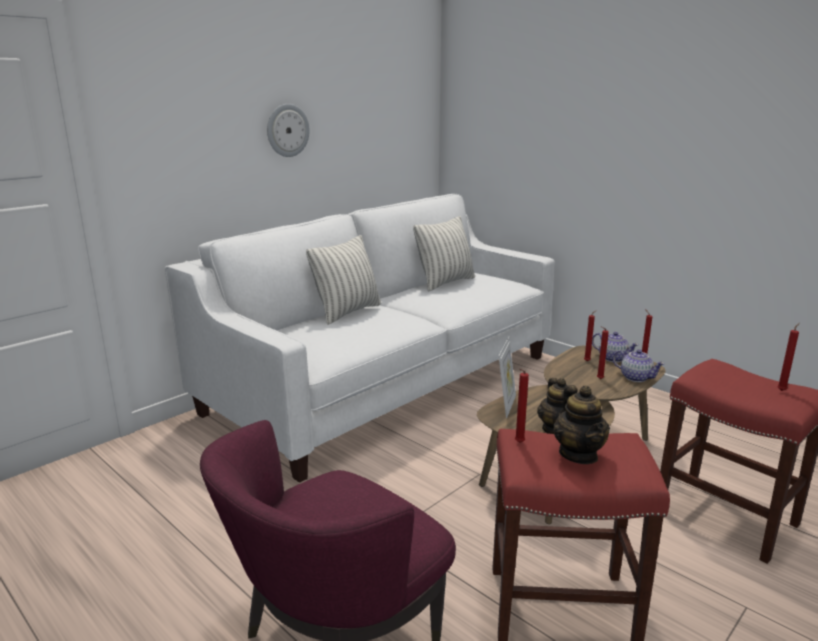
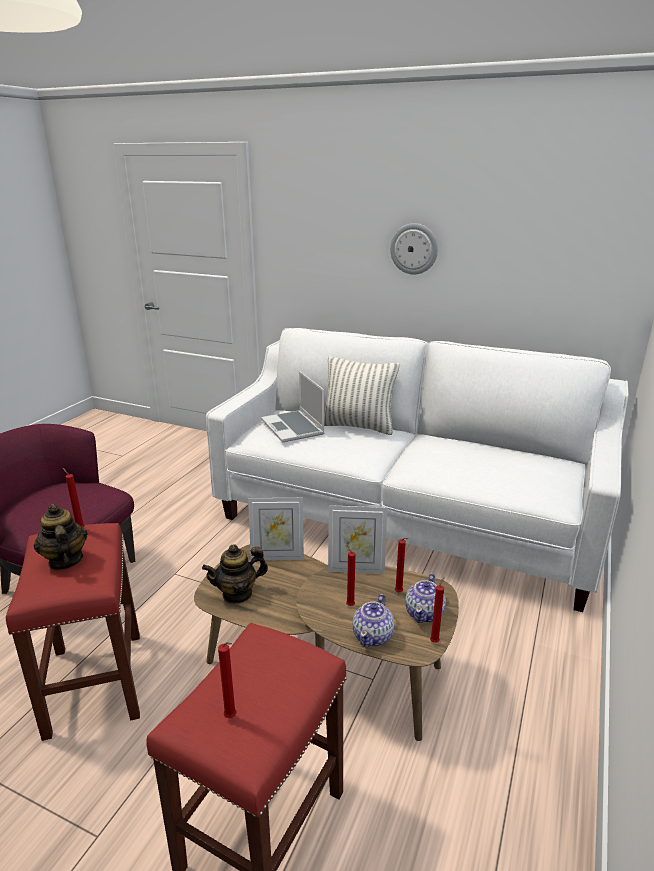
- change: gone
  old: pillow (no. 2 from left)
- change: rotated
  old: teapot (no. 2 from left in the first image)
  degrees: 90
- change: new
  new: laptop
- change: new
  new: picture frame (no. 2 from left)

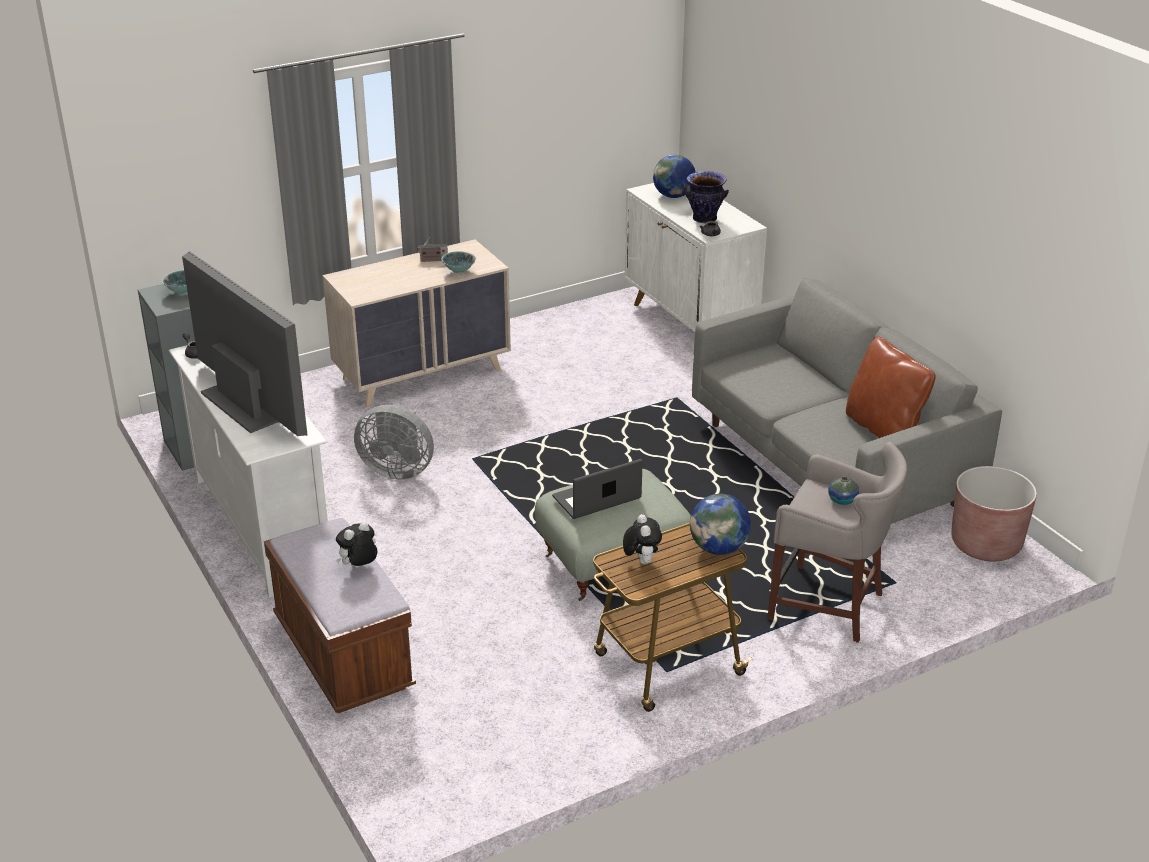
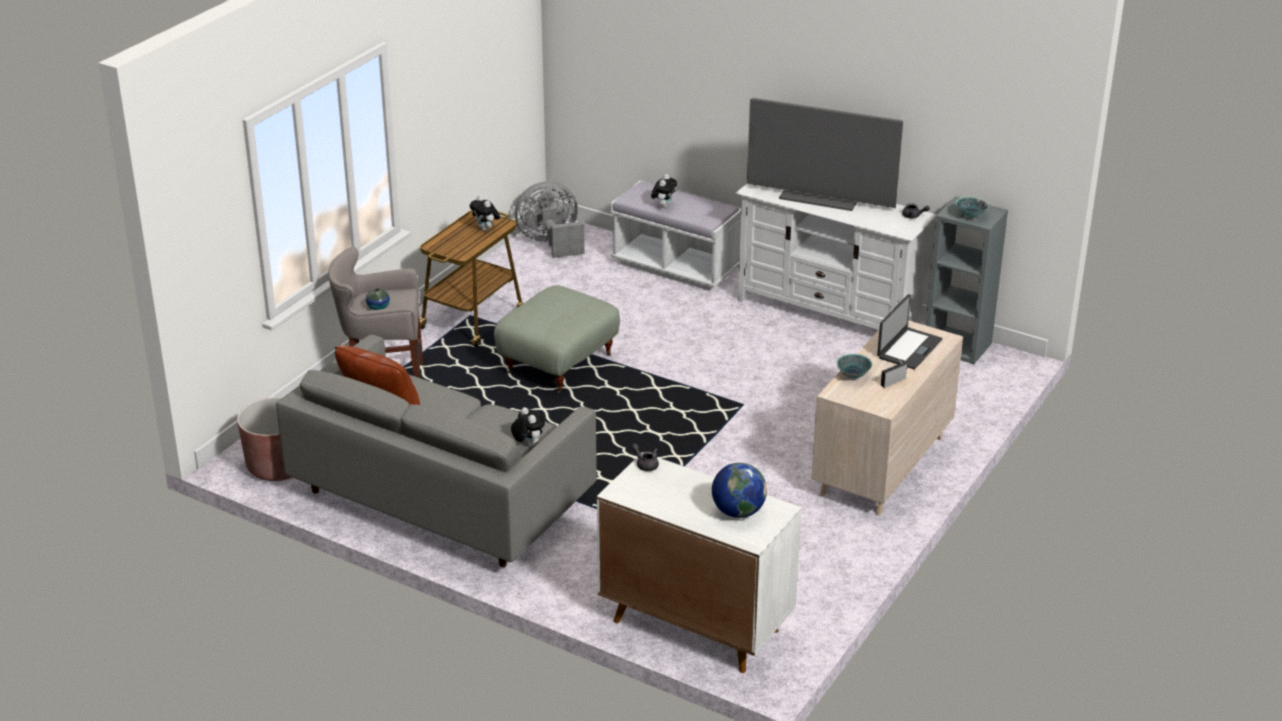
- change: repainted
  old: brown bench
  new: white bench
- change: shifted
  old: grey fan
- change: shifted
  old: laptop
- change: gone
  old: vase (no. 1 from left)
- change: gone
  old: globe (no. 2 from left)
- change: new
  new: plush toy (no. 2 from left)

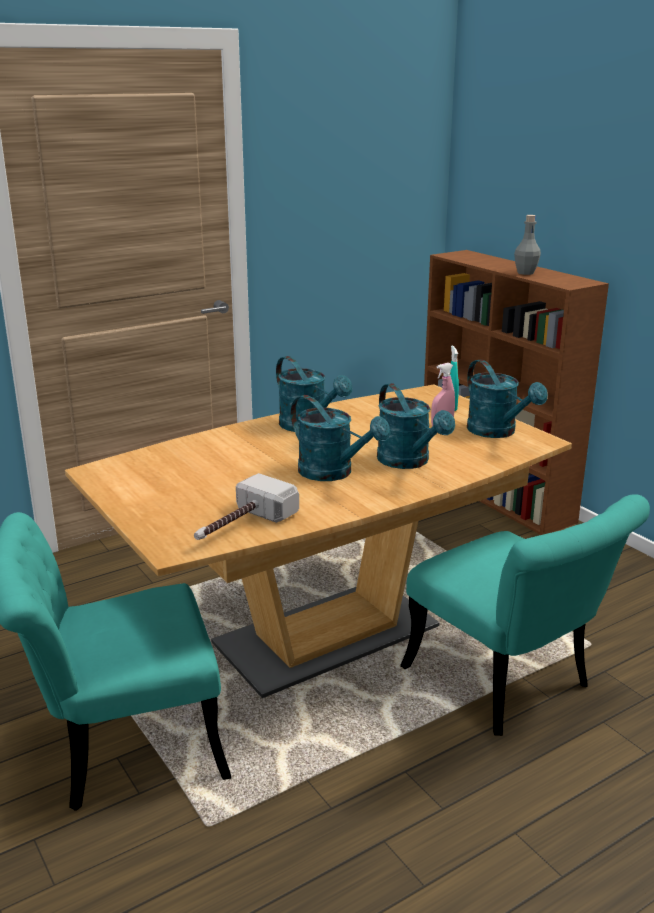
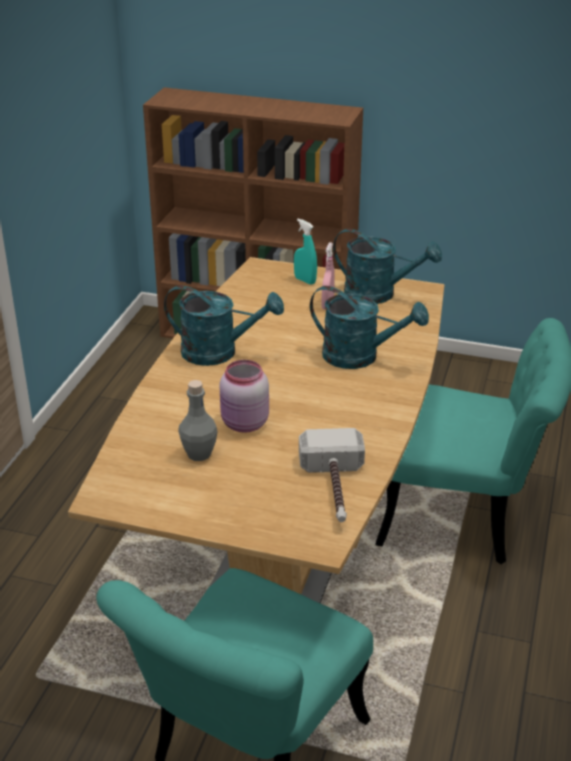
- change: gone
  old: turquoise watering can (no. 2 from left)
- change: shifted
  old: grey bottle
- change: new
  new: pink jar

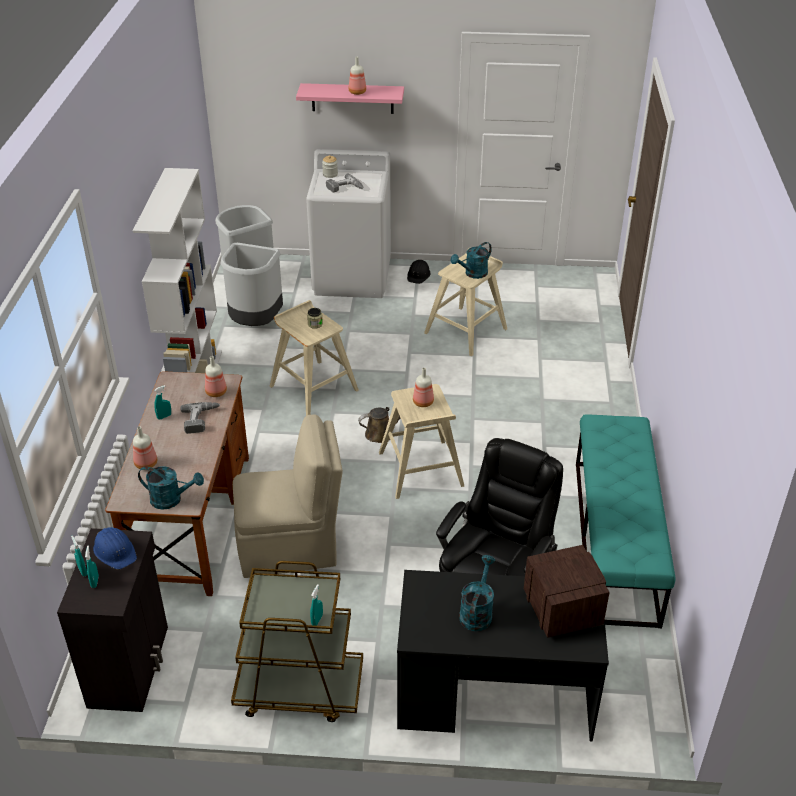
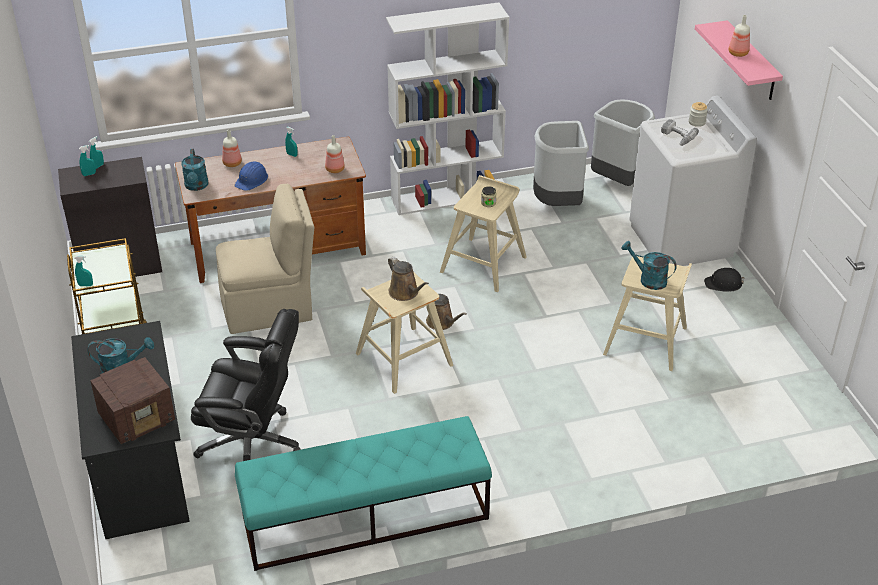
- change: shifted
  old: blue hard hat
- change: gone
  old: power drill (no. 1 from left)
- change: rotated
  old: beige chair
  degrees: -75
- change: swapped
  old: bottle (no. 4 from left)
  new: brown watering can (no. 1 from left)

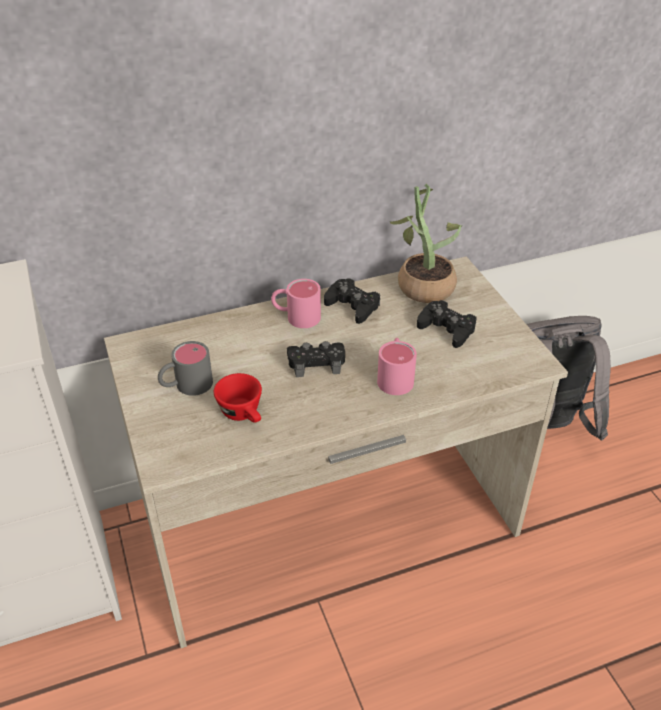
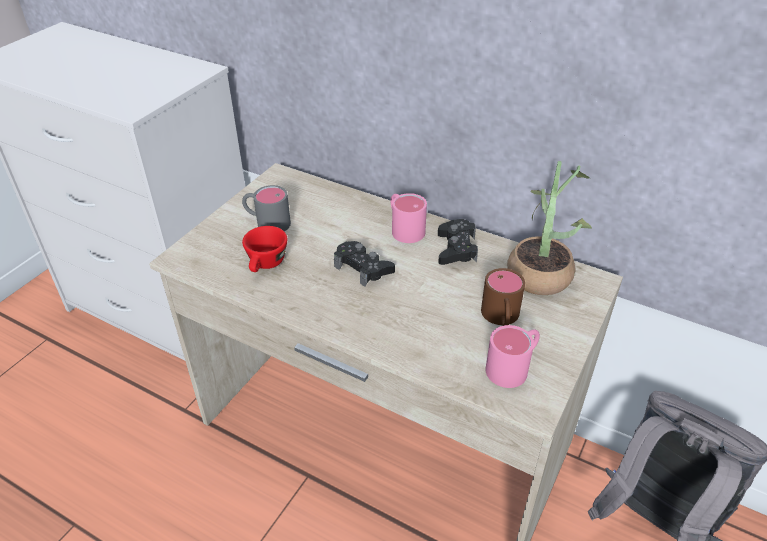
- change: shifted
  old: pink mug (no. 2 from left)
- change: swapped
  old: black game controller (no. 3 from left)
  new: brown mug

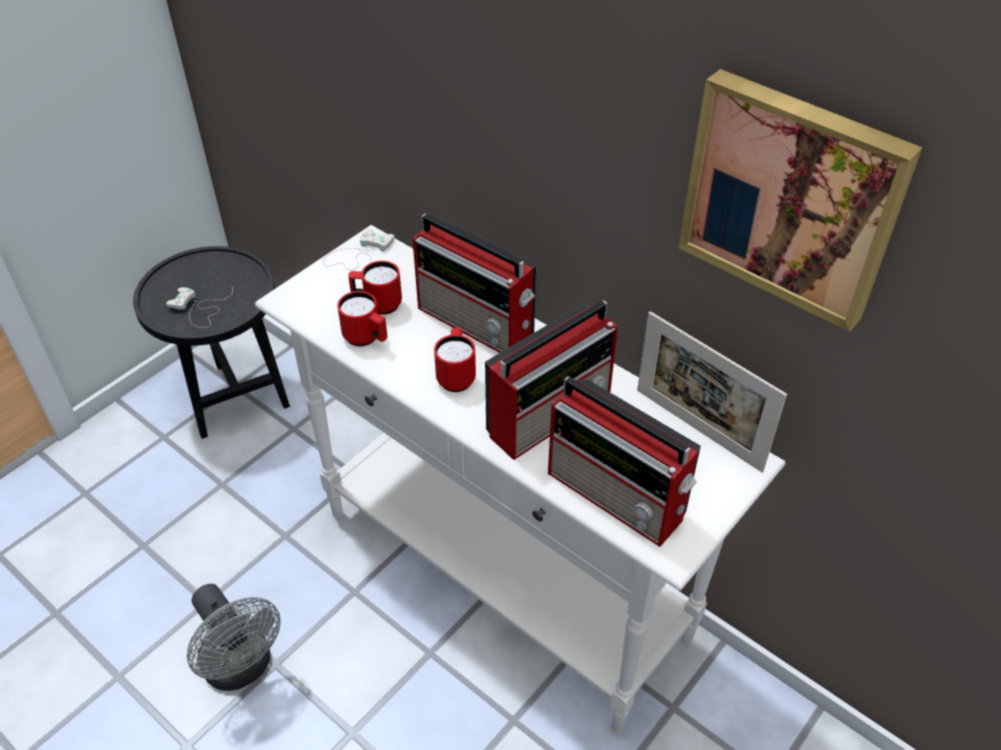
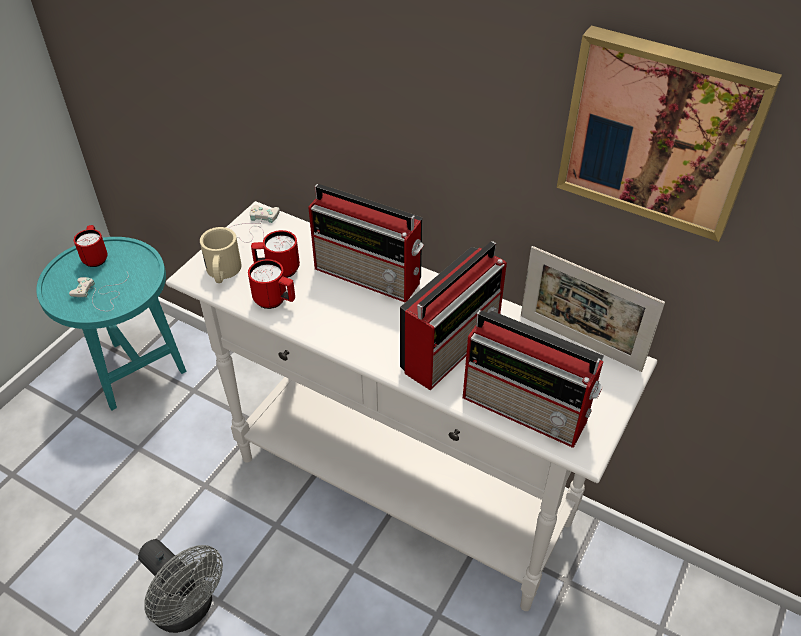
- change: repainted
  old: black side table
  new: turquoise side table
- change: shifted
  old: red mug (no. 3 from left in the first image)
  new: red mug (no. 1 from left)
- change: new
  new: beige mug

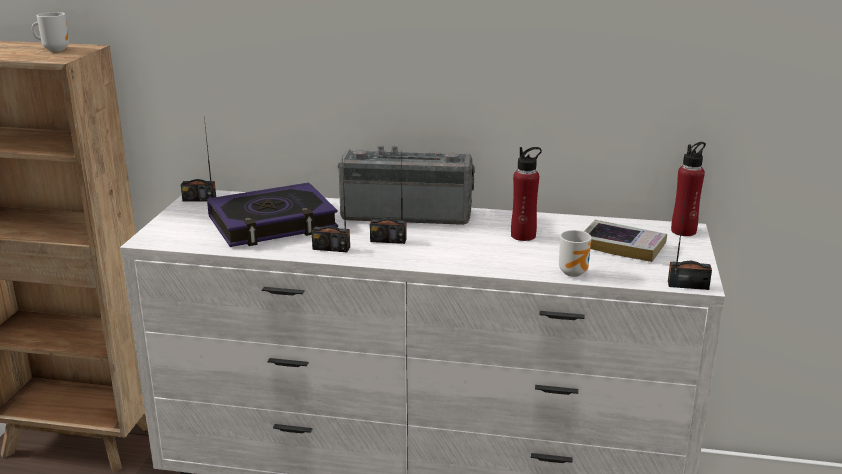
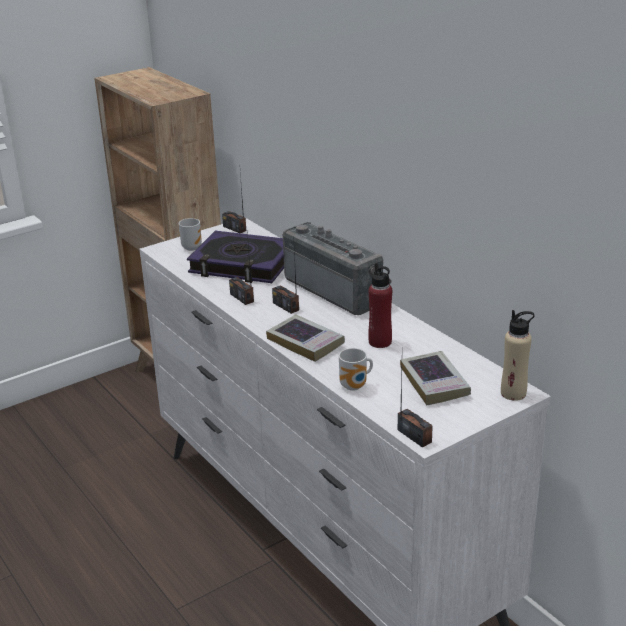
- change: shifted
  old: mug (no. 1 from left)
- change: repainted
  old: red bottle (no. 2 from left)
  new: beige bottle
- change: new
  new: book (no. 2 from left)

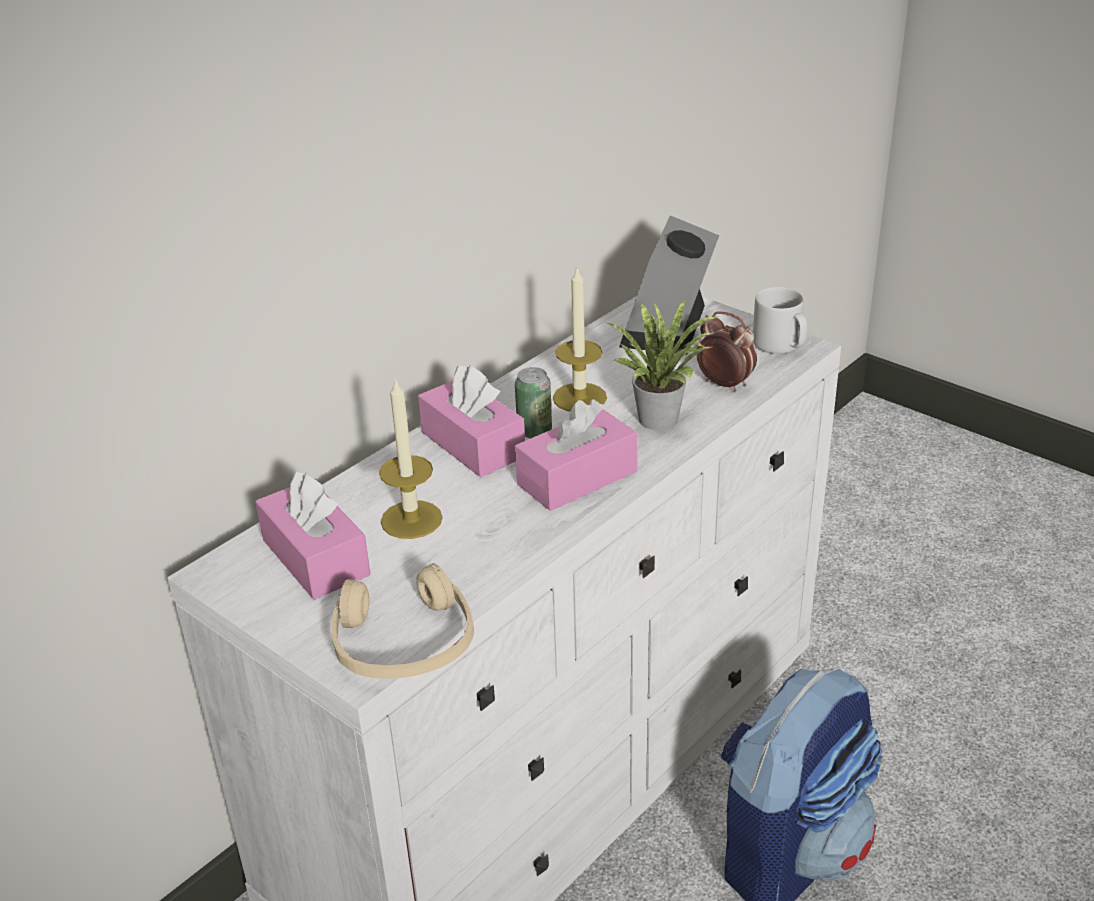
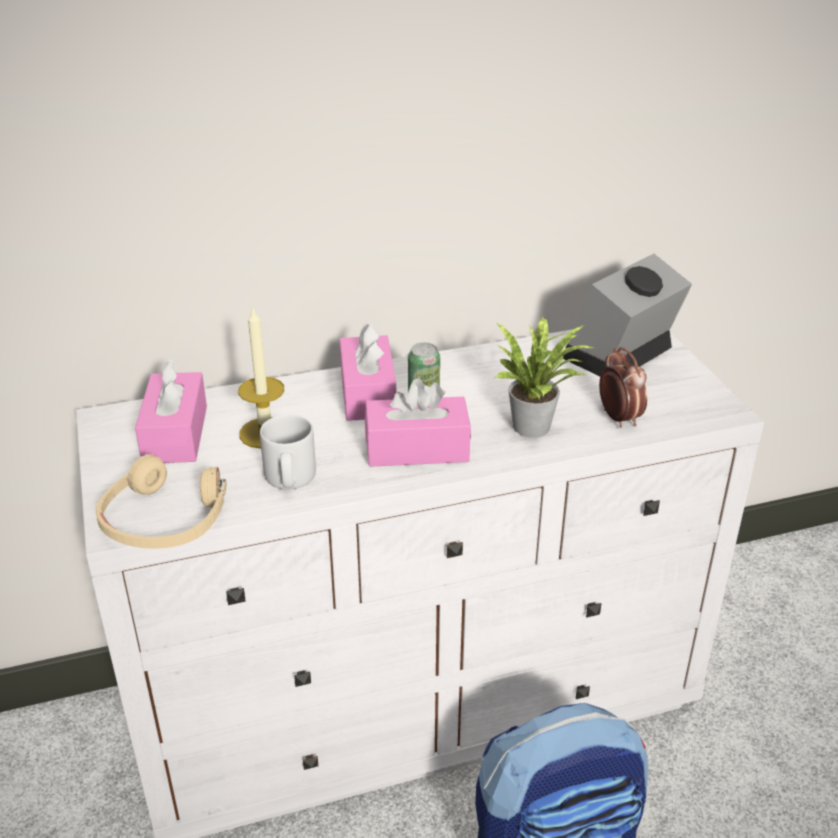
- change: gone
  old: candle (no. 2 from left)
- change: shifted
  old: grey mug

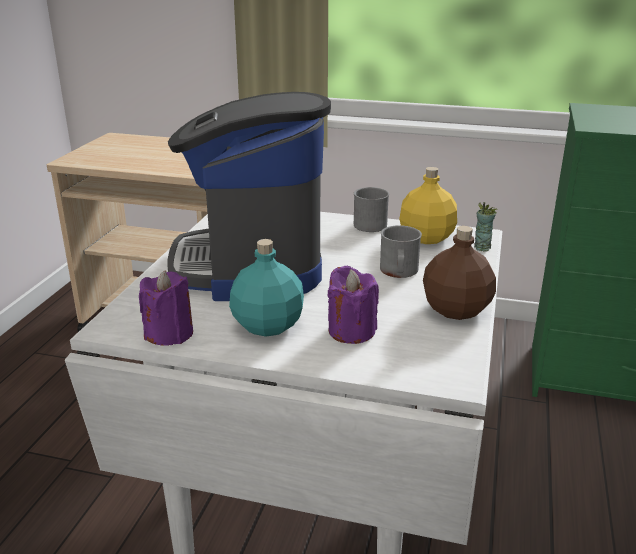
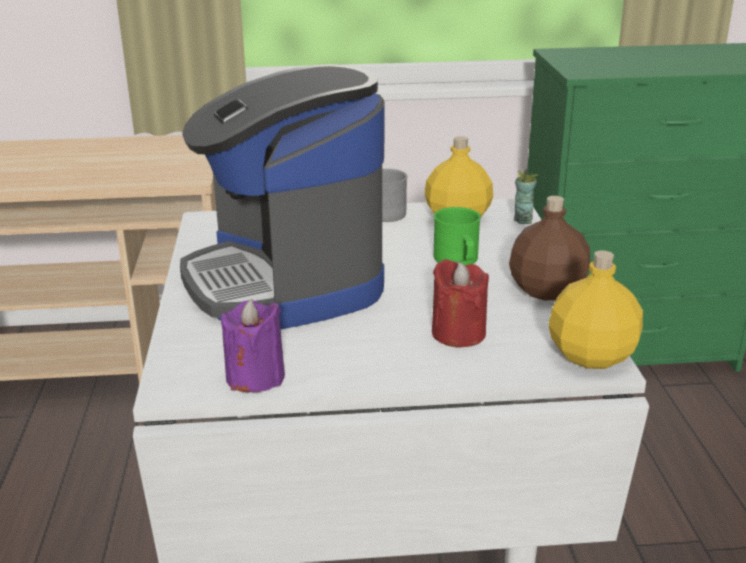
- change: gone
  old: turquoise bottle
- change: repainted
  old: purple candle (no. 2 from left)
  new: red candle
- change: repainted
  old: grey mug (no. 2 from left)
  new: green mug
- change: new
  new: yellow bottle (no. 2 from left)

